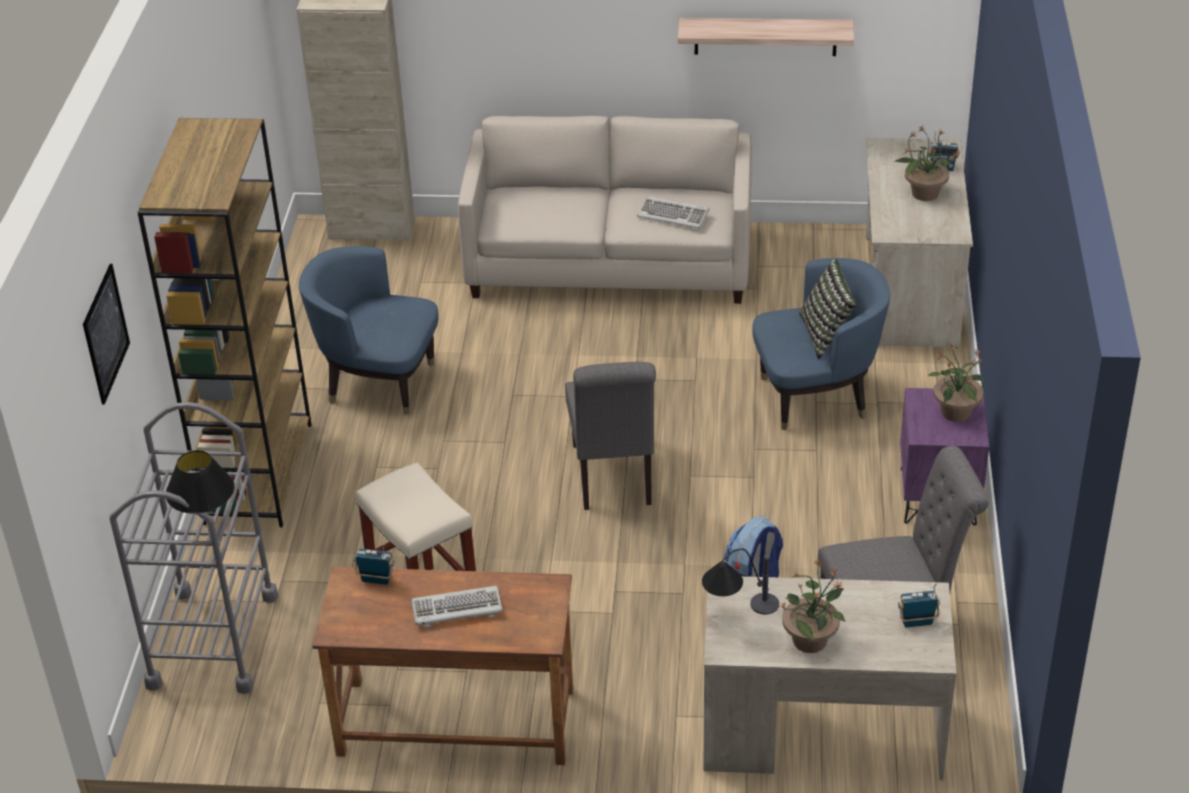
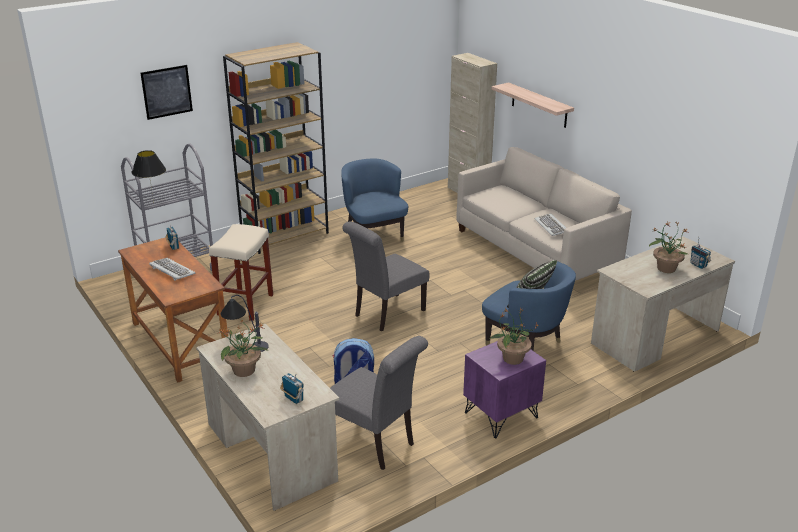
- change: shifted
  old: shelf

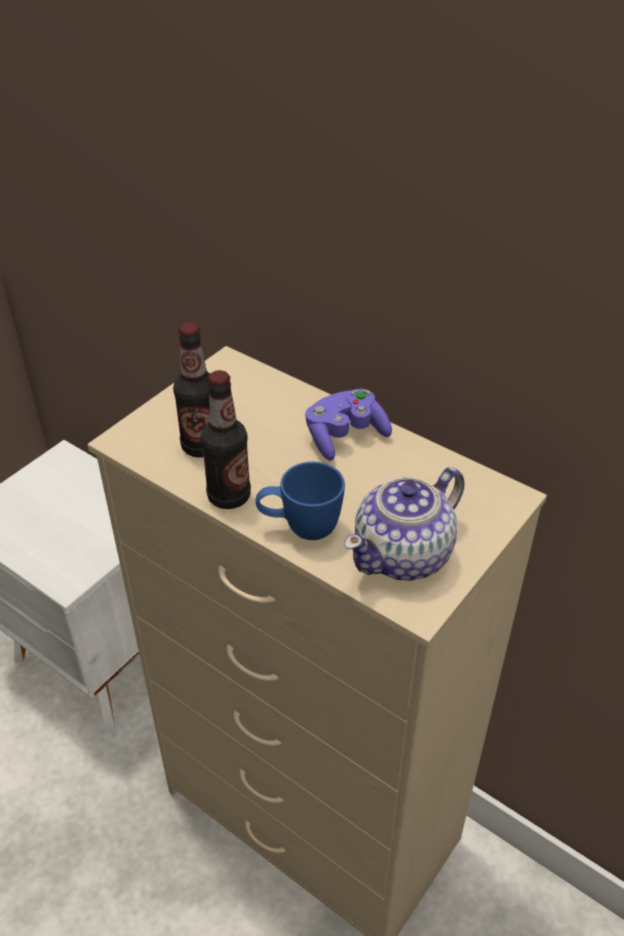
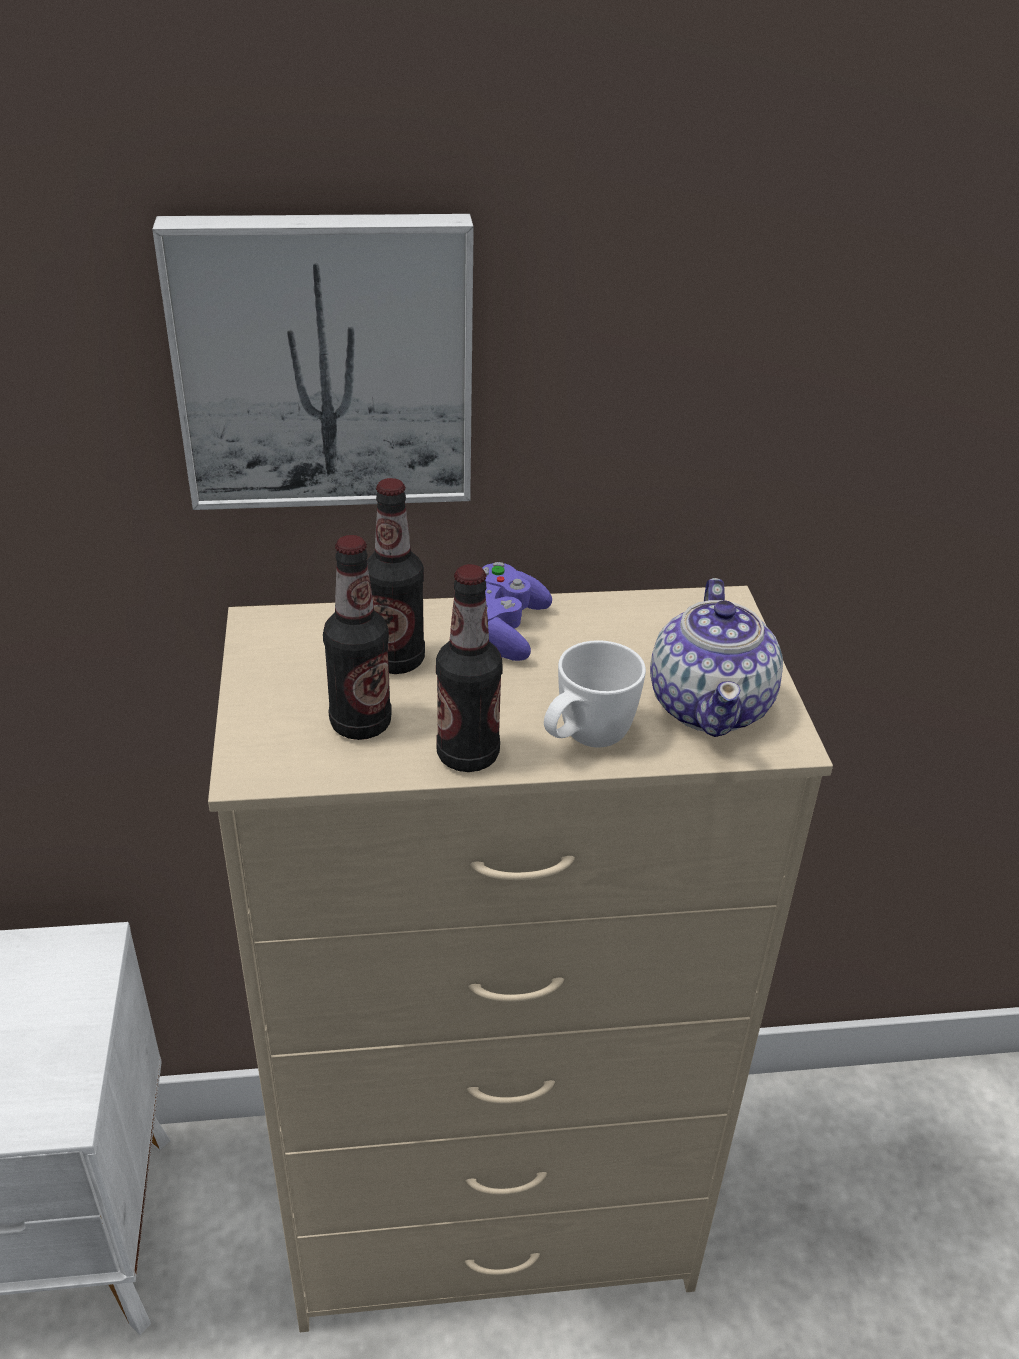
- change: repainted
  old: blue mug
  new: white mug
- change: new
  new: picture
- change: new
  new: bottle (no. 2 from left)

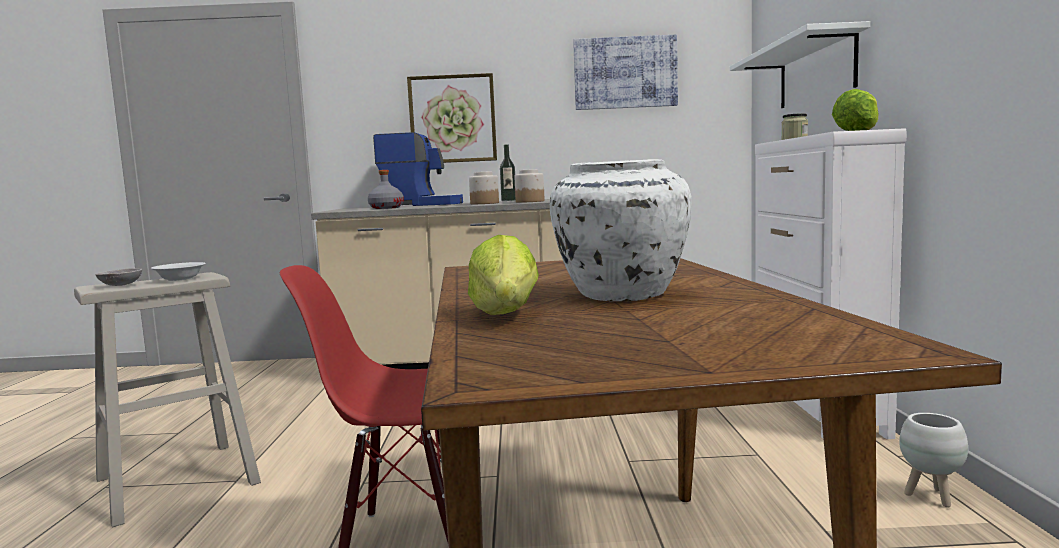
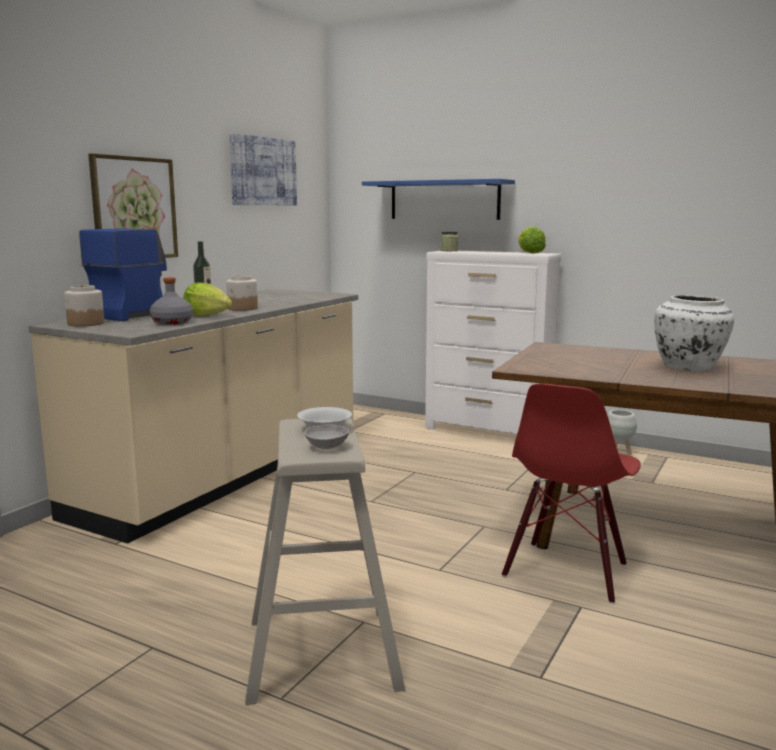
- change: shifted
  old: lettuce (no. 1 from left)
- change: shifted
  old: jar (no. 2 from left in the first image)
  new: jar (no. 1 from left)
- change: repainted
  old: white shelf
  new: blue shelf

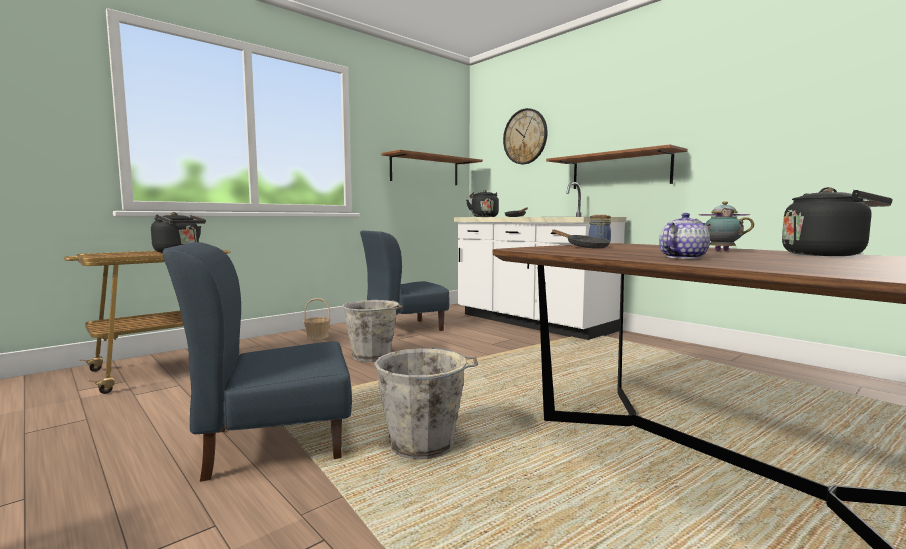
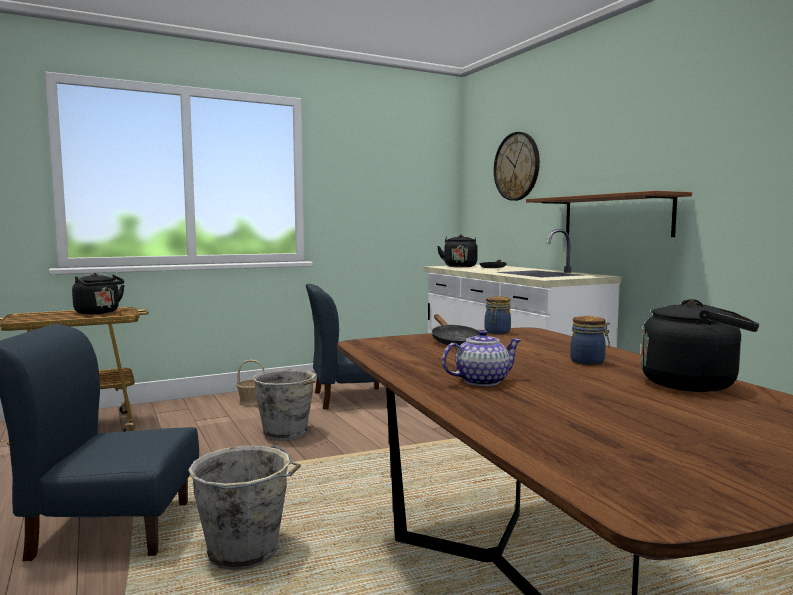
- change: gone
  old: brown shelf (no. 1 from left)
- change: swapped
  old: teapot (no. 2 from left)
  new: jar (no. 2 from left)

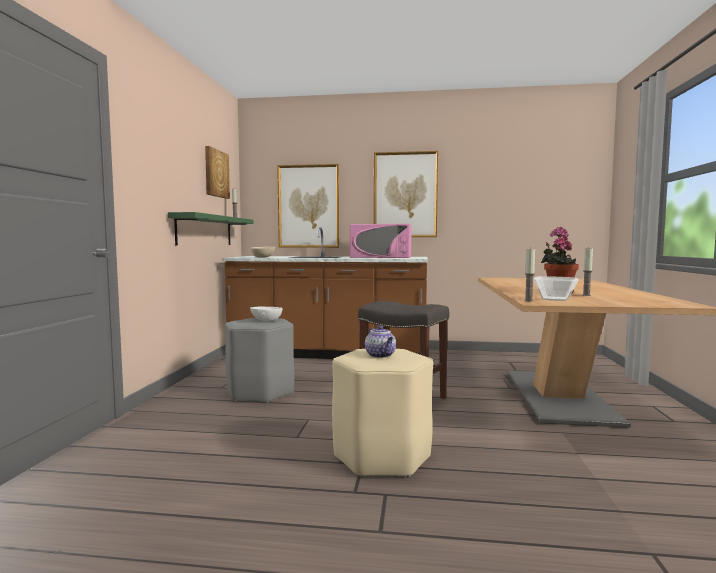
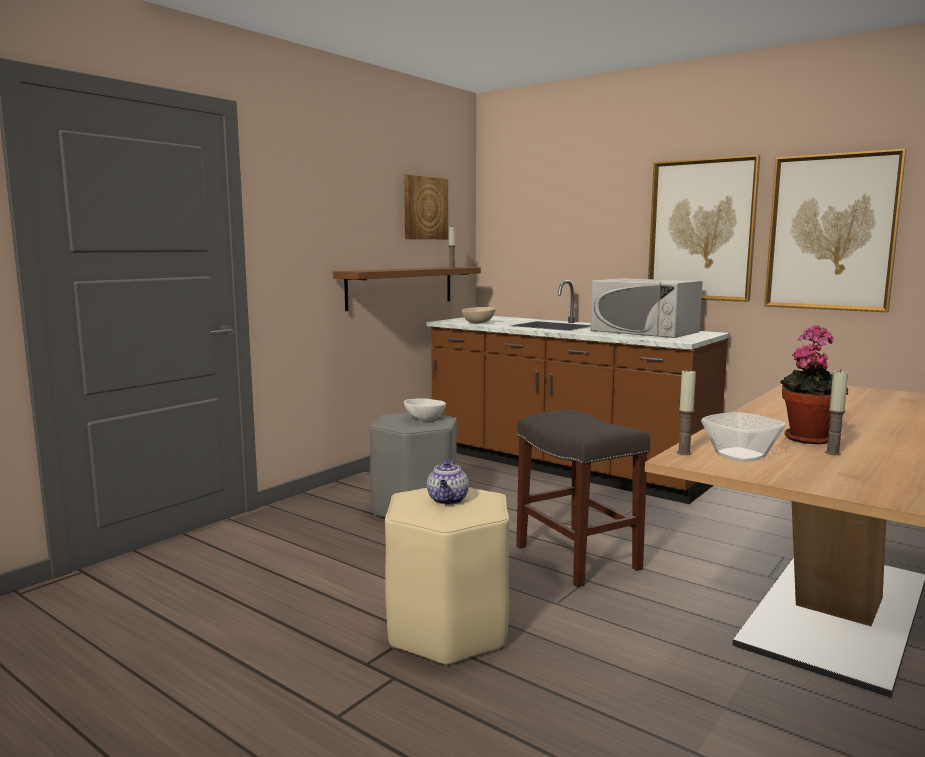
- change: repainted
  old: green shelf
  new: brown shelf
- change: shifted
  old: picture (no. 2 from left in the first image)
  new: picture (no. 3 from left)
- change: repainted
  old: pink microwave
  new: white microwave

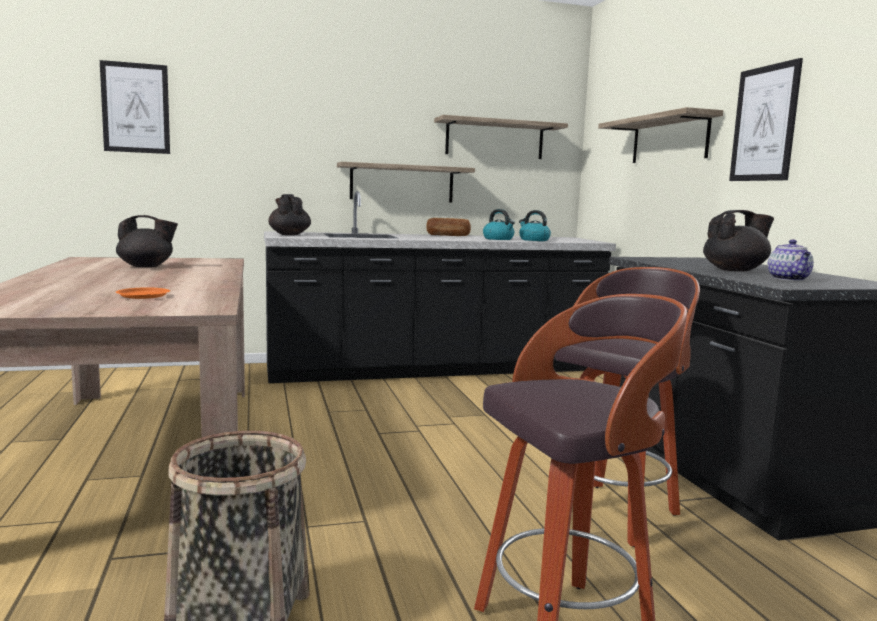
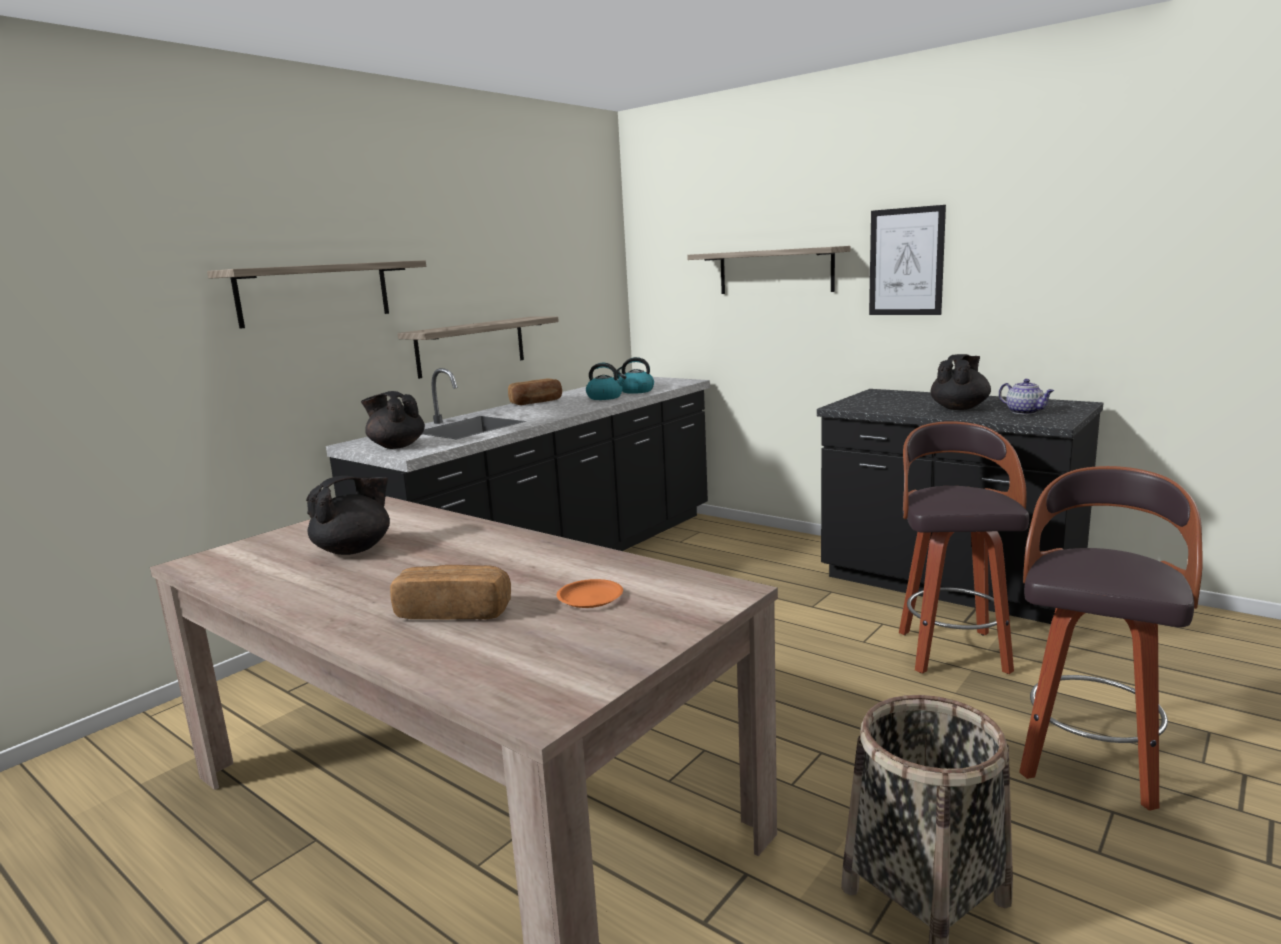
- change: gone
  old: picture (no. 1 from left)
- change: shifted
  old: shelf (no. 2 from left in the first image)
  new: shelf (no. 1 from left)
- change: new
  new: bread (no. 1 from left)

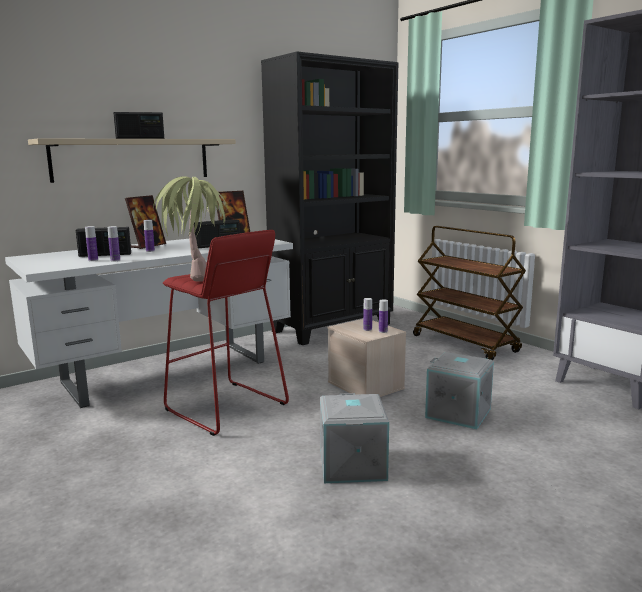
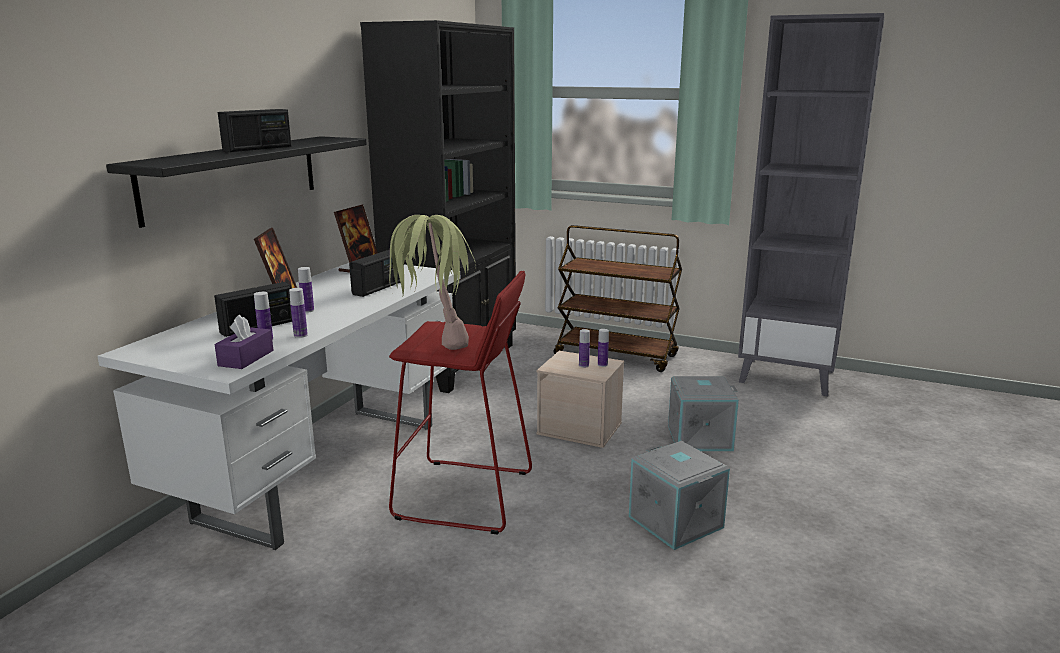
- change: repainted
  old: beige shelf
  new: black shelf
- change: new
  new: purple tissue box

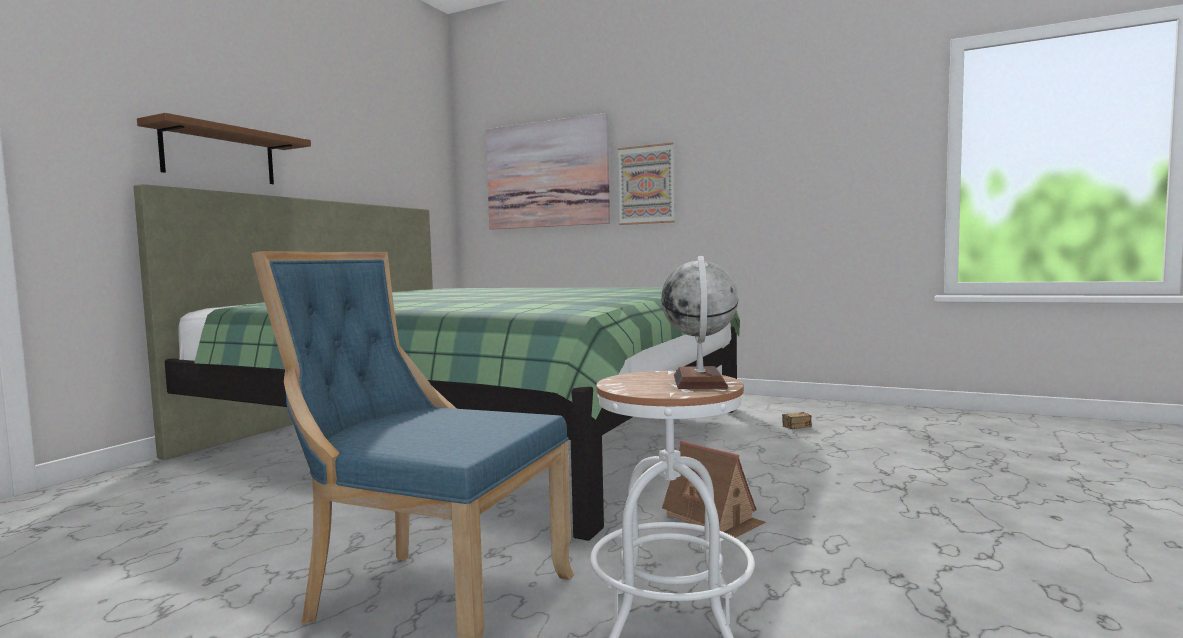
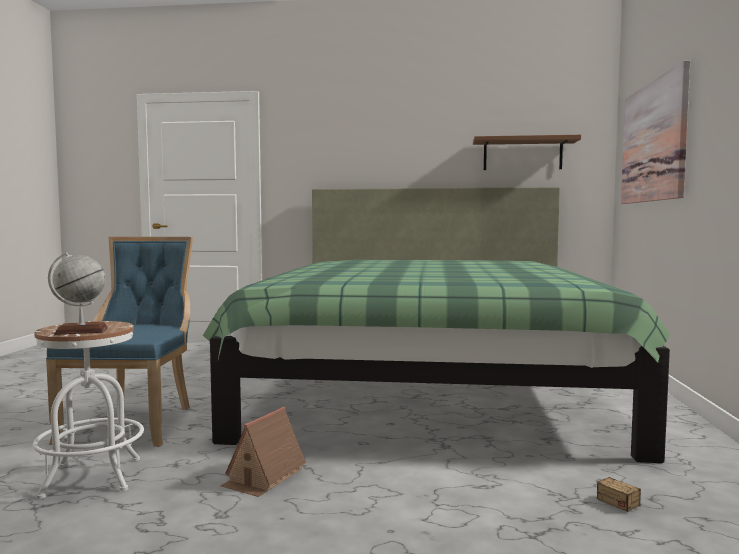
- change: shifted
  old: brown shelf
- change: gone
  old: picture (no. 2 from left)

